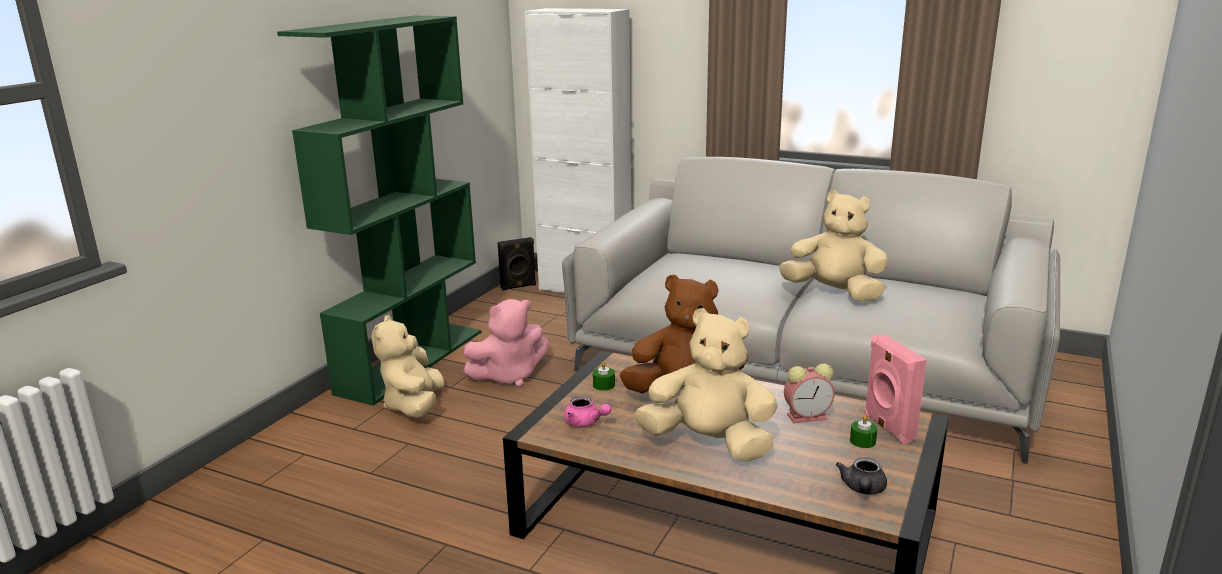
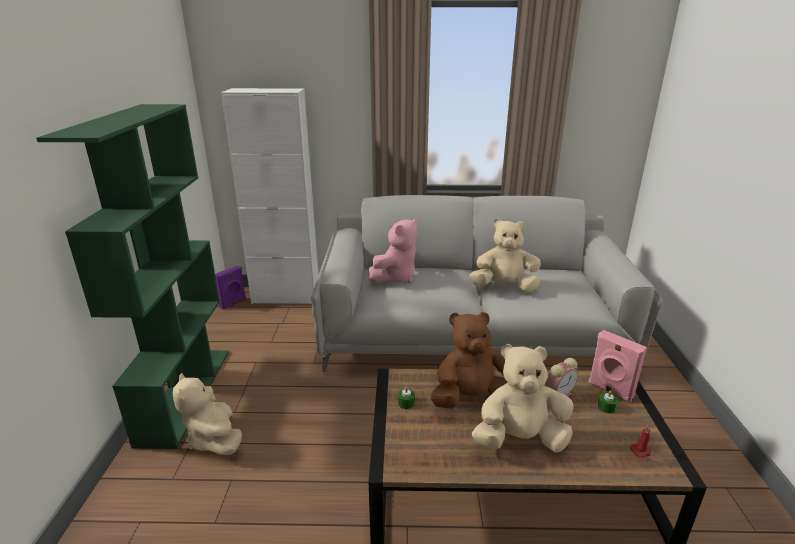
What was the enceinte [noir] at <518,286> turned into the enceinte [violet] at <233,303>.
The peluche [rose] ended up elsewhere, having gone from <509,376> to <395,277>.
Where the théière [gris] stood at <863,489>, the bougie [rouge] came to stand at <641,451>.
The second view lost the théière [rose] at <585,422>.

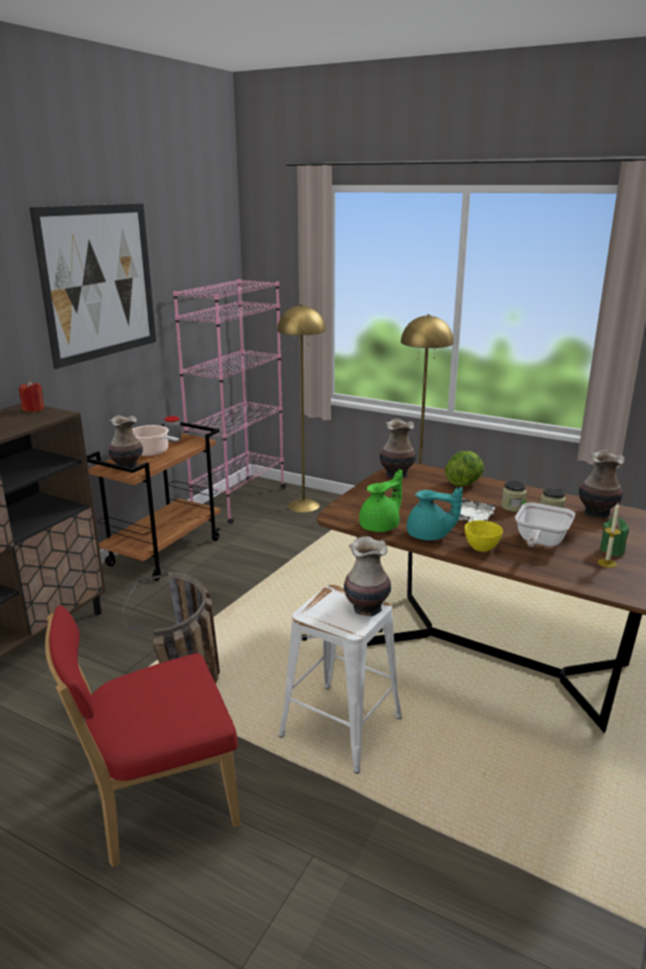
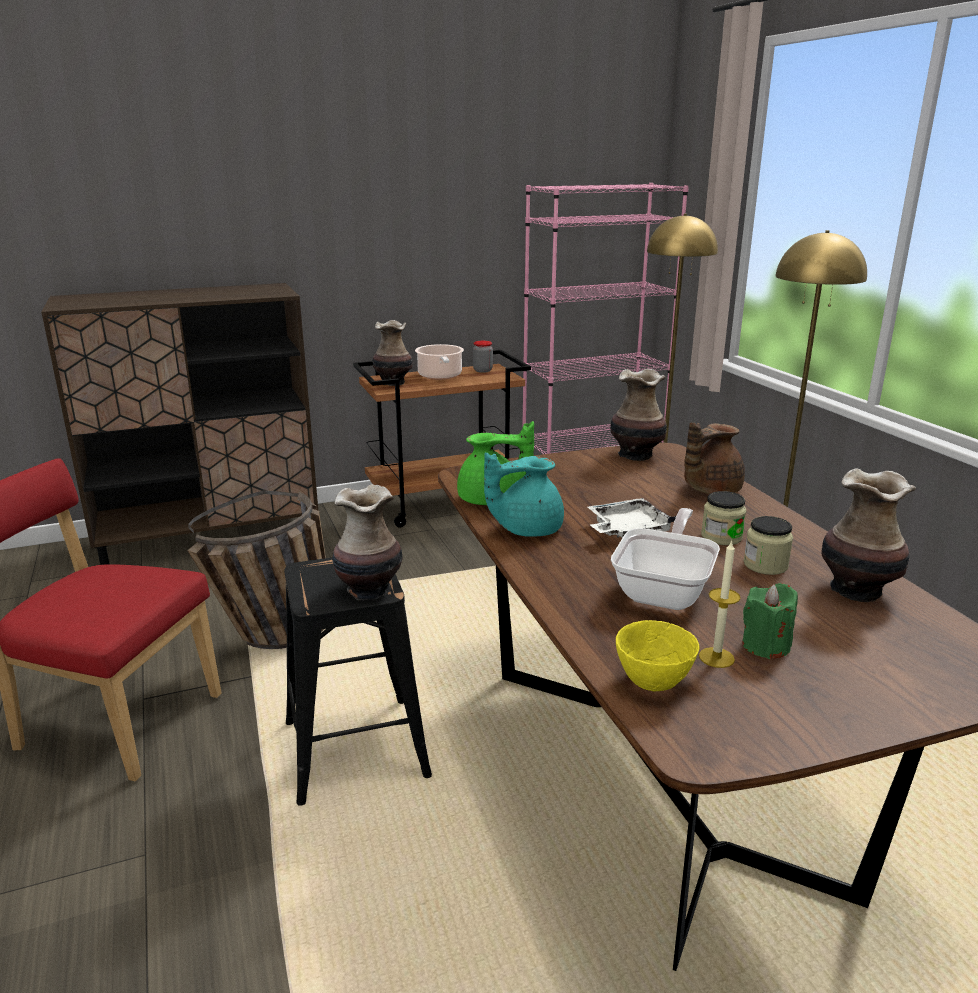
What was the tabouret [blanc] at <340,727> turned into the tabouret [noir] at <353,749>.
The théière [turquoise] at <429,536> ended up facing another way, 105 degrees clockwise from before.
The poêle at <539,542> ended up facing another way, 135 degrees clockwise from before.
The bol [jaune] ended up elsewhere, having gone from <480,548> to <651,681>.
Where the laitue stood at <464,483>, the théière [marron] came to stand at <709,490>.
The second view lost the bougie [rouge] at <33,409>.
The second view lost the tableau at <99,282>.

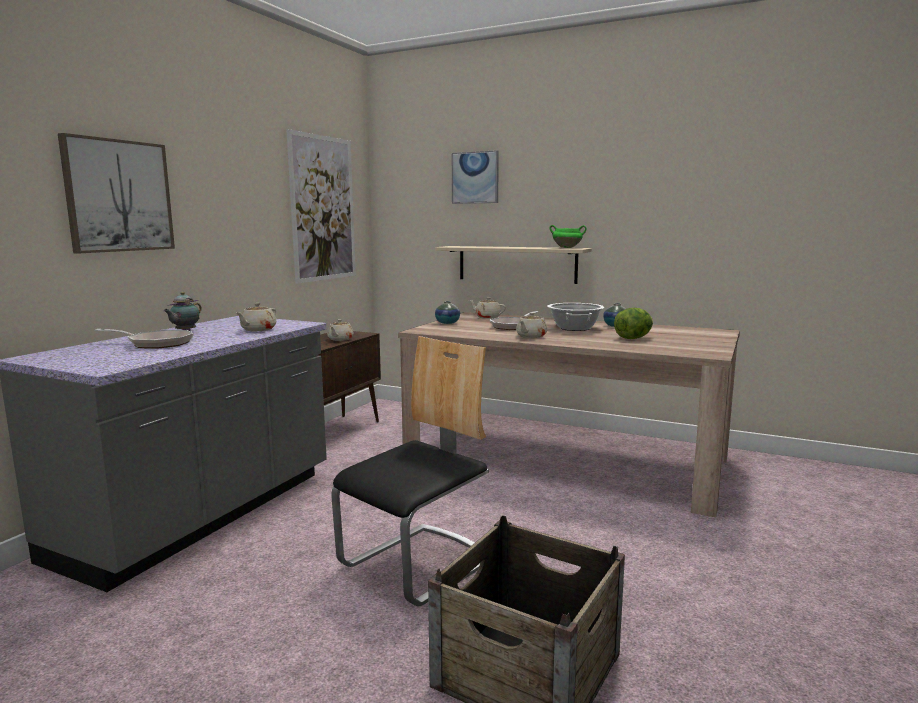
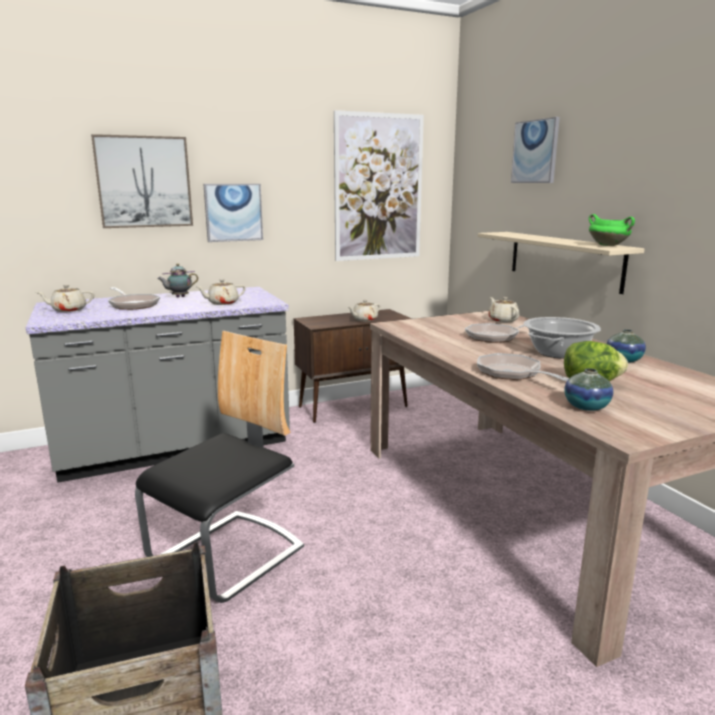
The théière [beige] ended up elsewhere, having gone from <531,336> to <68,310>.
The chaise at <418,564> ended up facing another way, 45 degrees counterclockwise from before.
The second view gained the tableau at <233,212>.
The second view gained the poêle at <512,373>.
The vase ended up elsewhere, having gone from <447,323> to <586,407>.

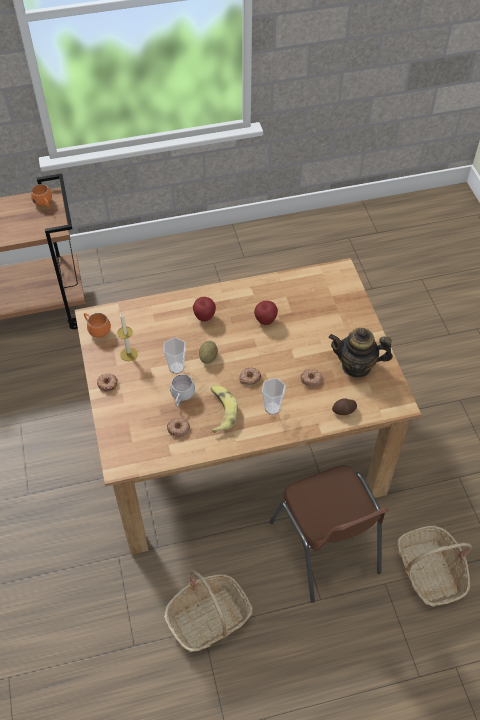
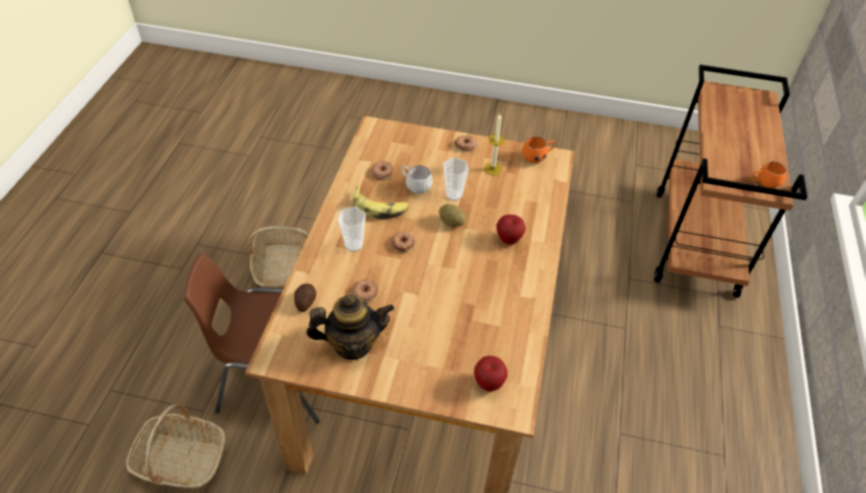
The théière at <356,366> ended up facing another way, 45 degrees clockwise from before.
The pomme ended up elsewhere, having gone from <265,321> to <488,383>.

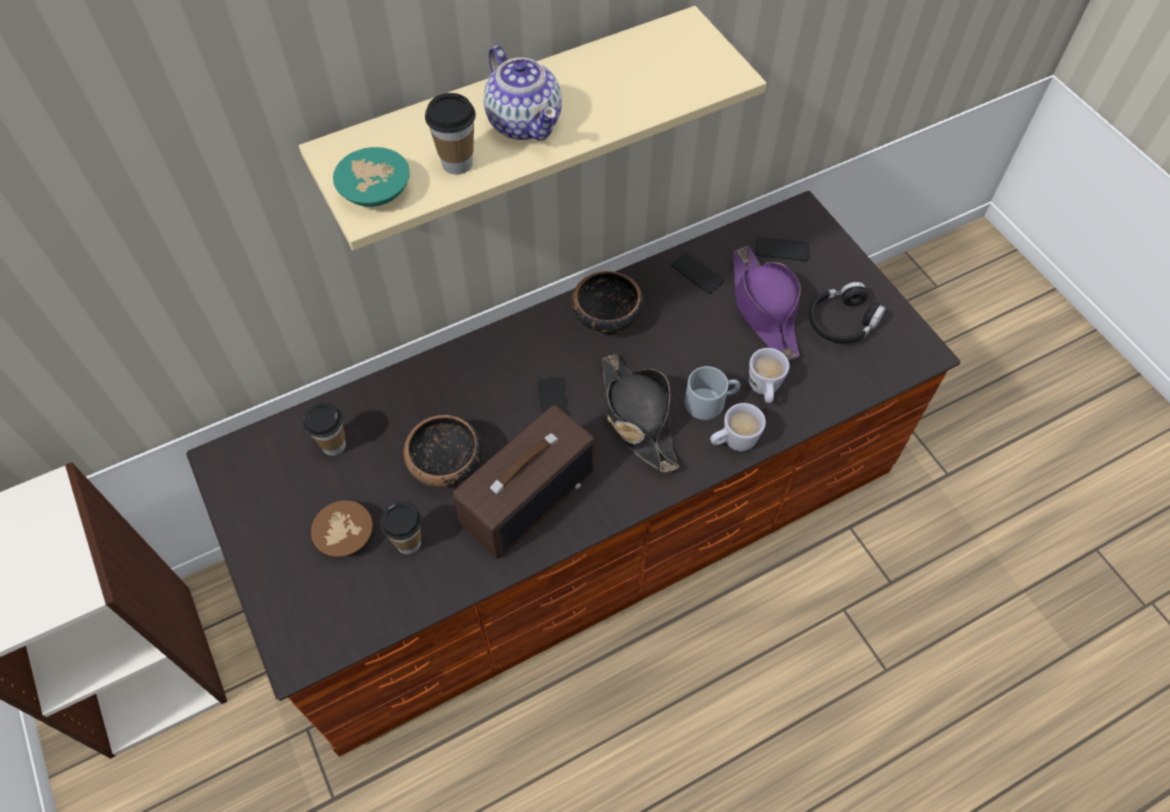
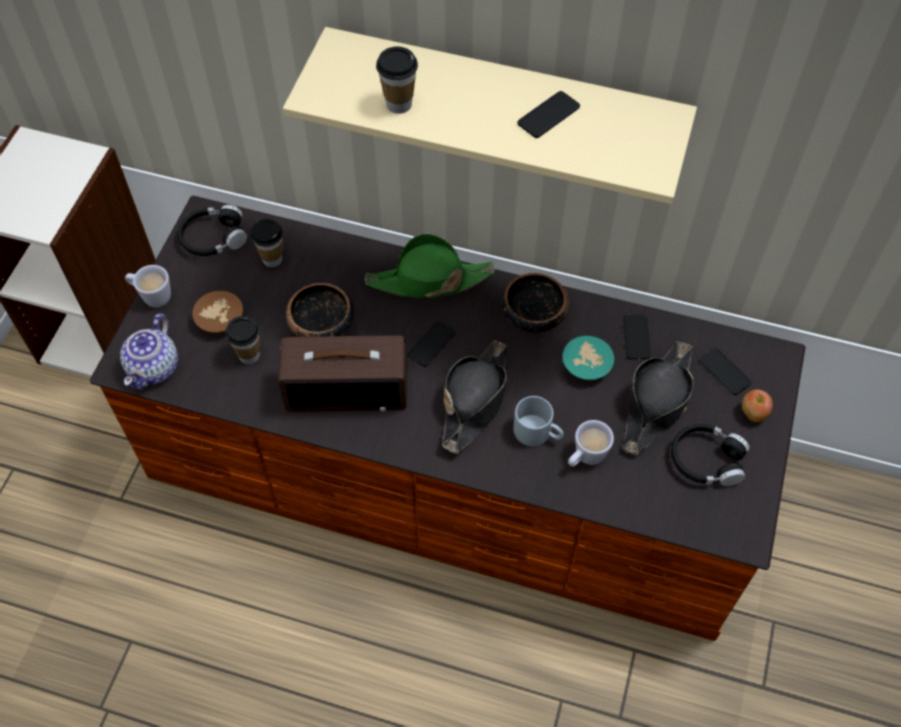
The théière ended up elsewhere, having gone from <524,122> to <154,367>.
The mug [blanc] ended up elsewhere, having gone from <733,442> to <152,296>.
The second view gained the casque audio [noir] at <213,238>.
The second view gained the chapeau [vert] at <429,280>.
The second view gained the téléphone at <548,115>.
The bol [turquoise] ended up elsewhere, having gone from <373,189> to <586,364>.
What was the chapeau [violet] at <764,309> turned into the chapeau [noir] at <656,402>.
The second view gained the pomme at <753,413>.

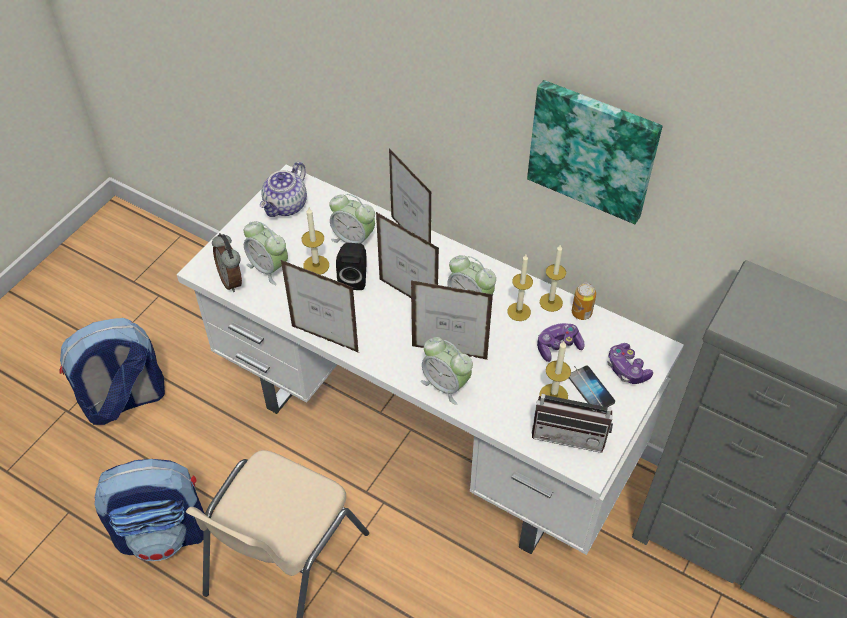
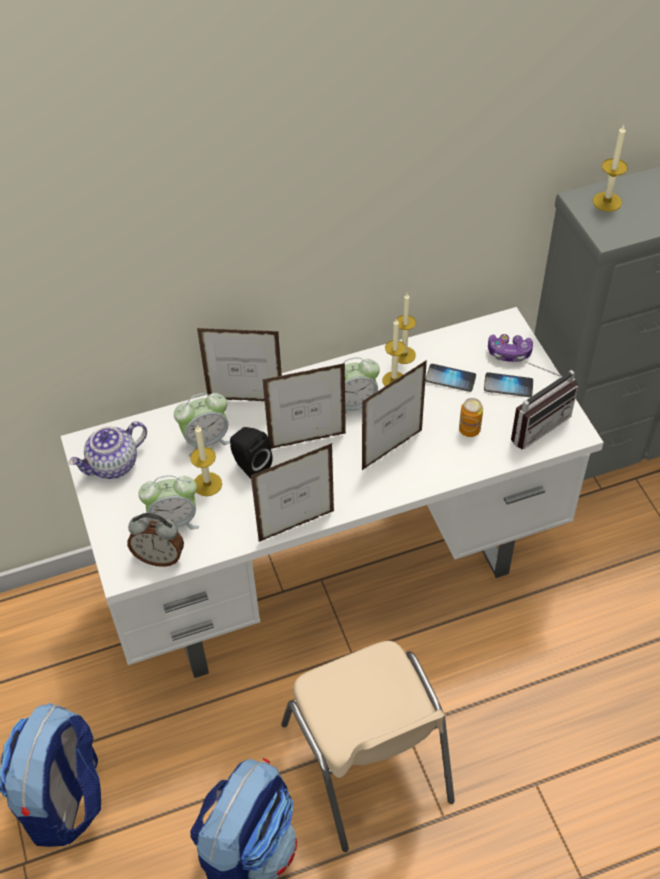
The théière at <286,206> ended up facing another way, 75 degrees clockwise from before.
Where the manette stood at <558,346>, the téléphone came to stand at <450,378>.
The boîte métallique ended up elsewhere, having gone from <581,313> to <469,430>.
The bougie ended up elsewhere, having gone from <553,395> to <607,201>.
The second view lost the réveil at <446,384>.
The second view lost the tableau at <593,149>.

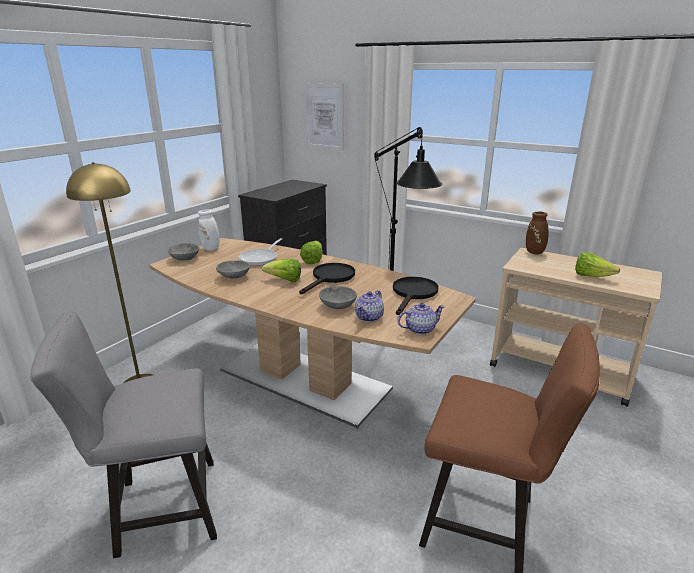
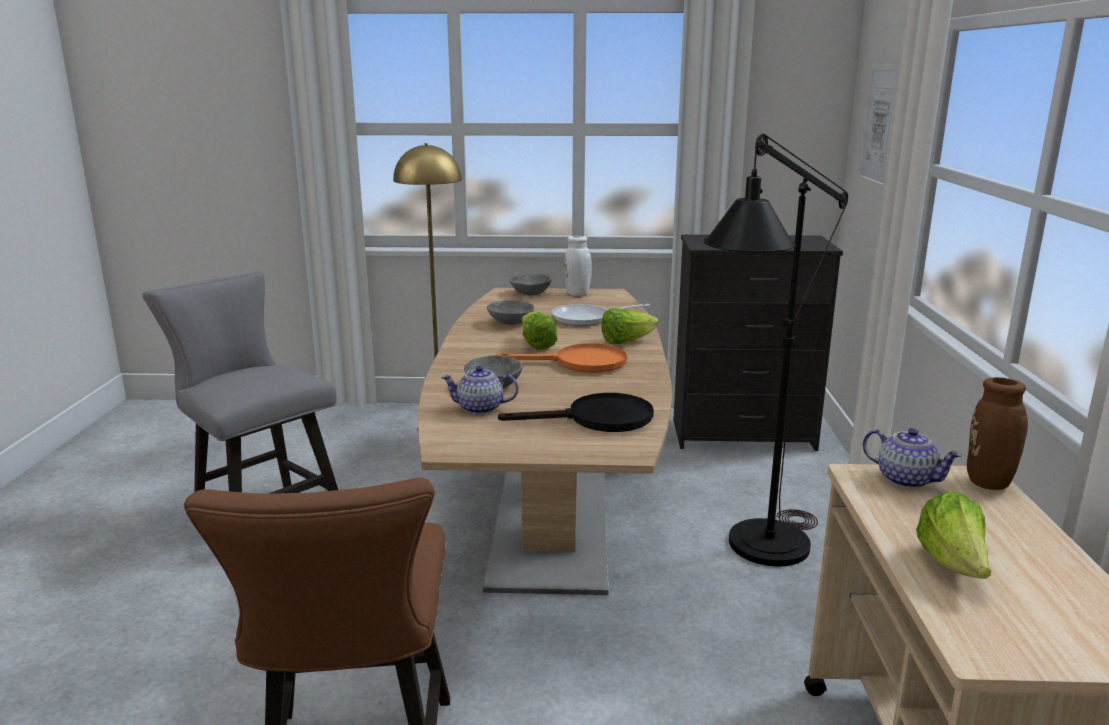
What was the poêle [noir] at <330,278> turned into the poêle [orange] at <580,363>.
The théière ended up elsewhere, having gone from <419,329> to <905,479>.

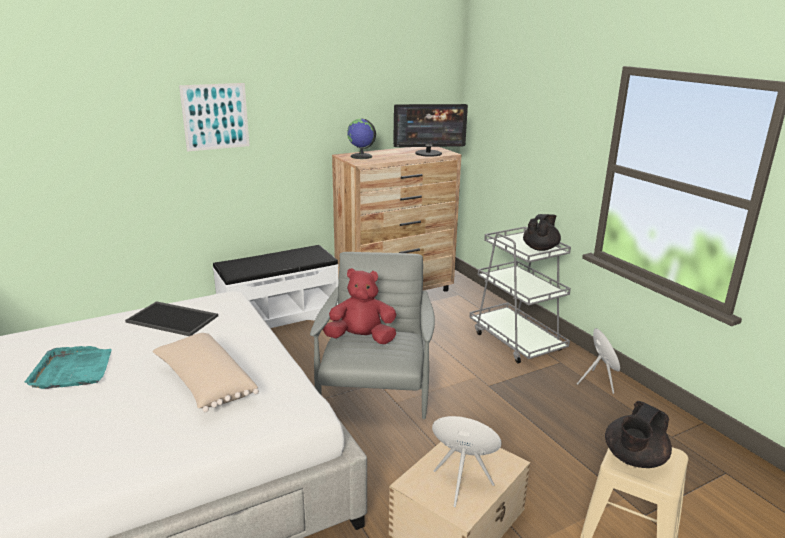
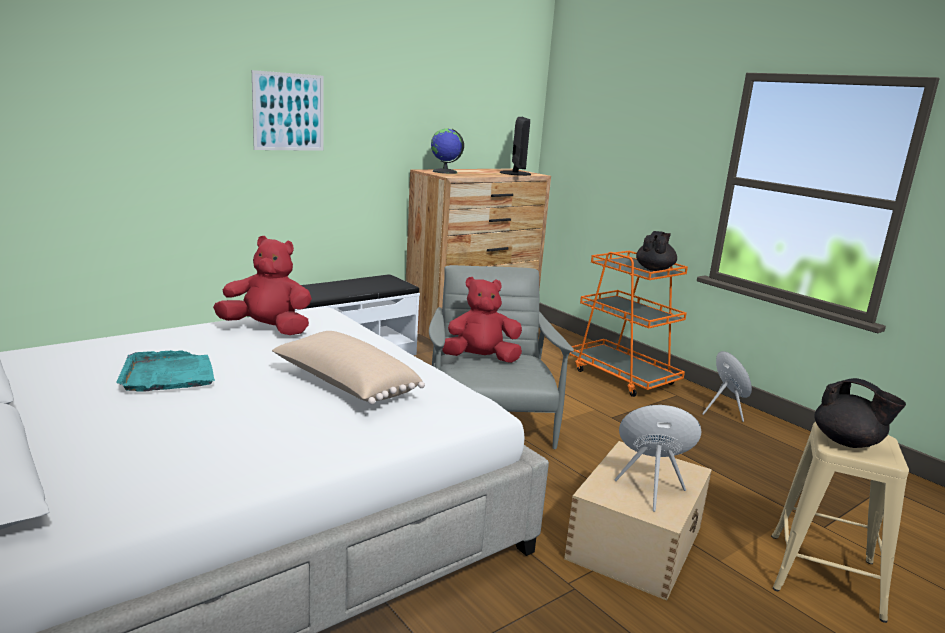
Where the plateau stood at <174,318>, the peluche [rouge] came to stand at <268,329>.
The écran d'ordinateur at <428,153> ended up facing another way, 75 degrees counterclockwise from before.
What was the chariot [gris] at <516,341> turned into the chariot [orange] at <622,376>.
The théière [noir] at <633,459> ended up facing another way, 75 degrees counterclockwise from before.

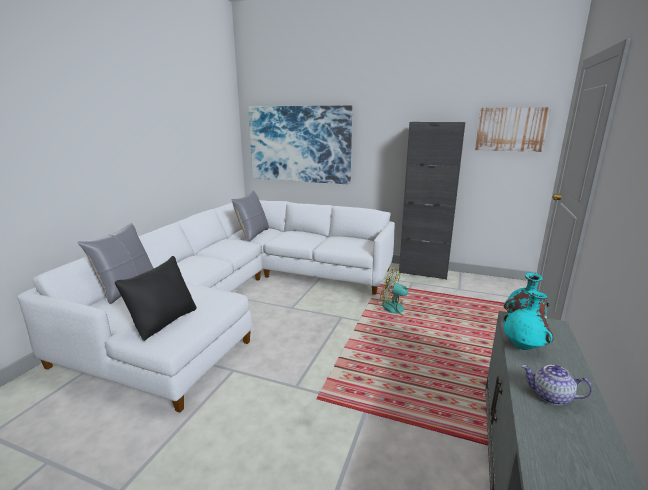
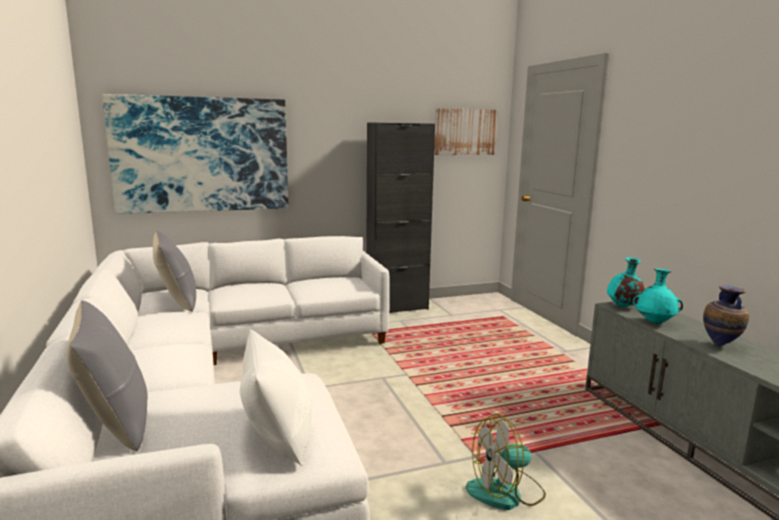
What was the coussin [noir] at <164,322> turned into the coussin [blanc] at <278,436>.
The ventilateur ended up elsewhere, having gone from <398,309> to <506,492>.
Where the théière stood at <551,396>, the vase came to stand at <721,345>.

